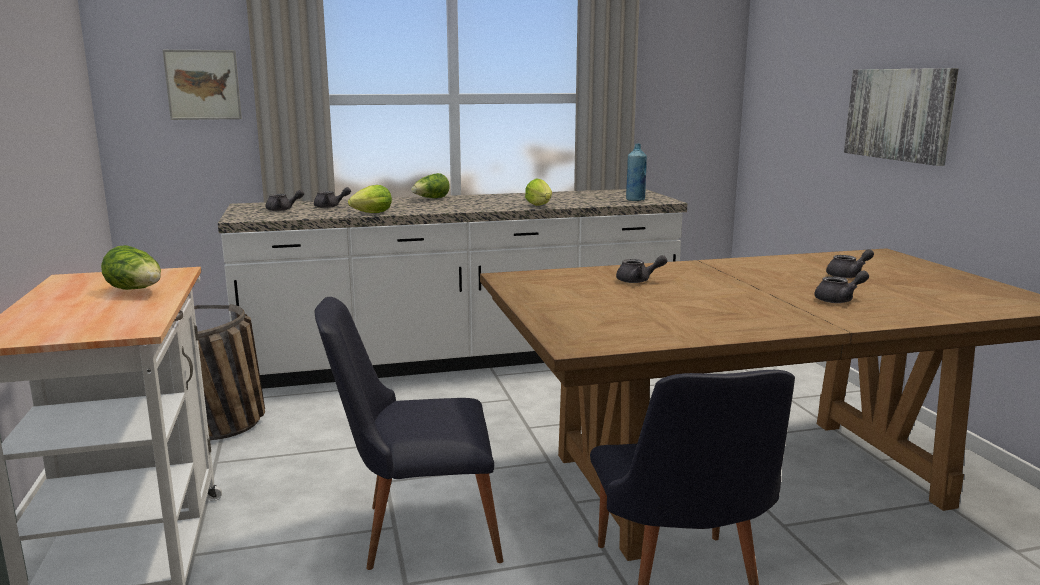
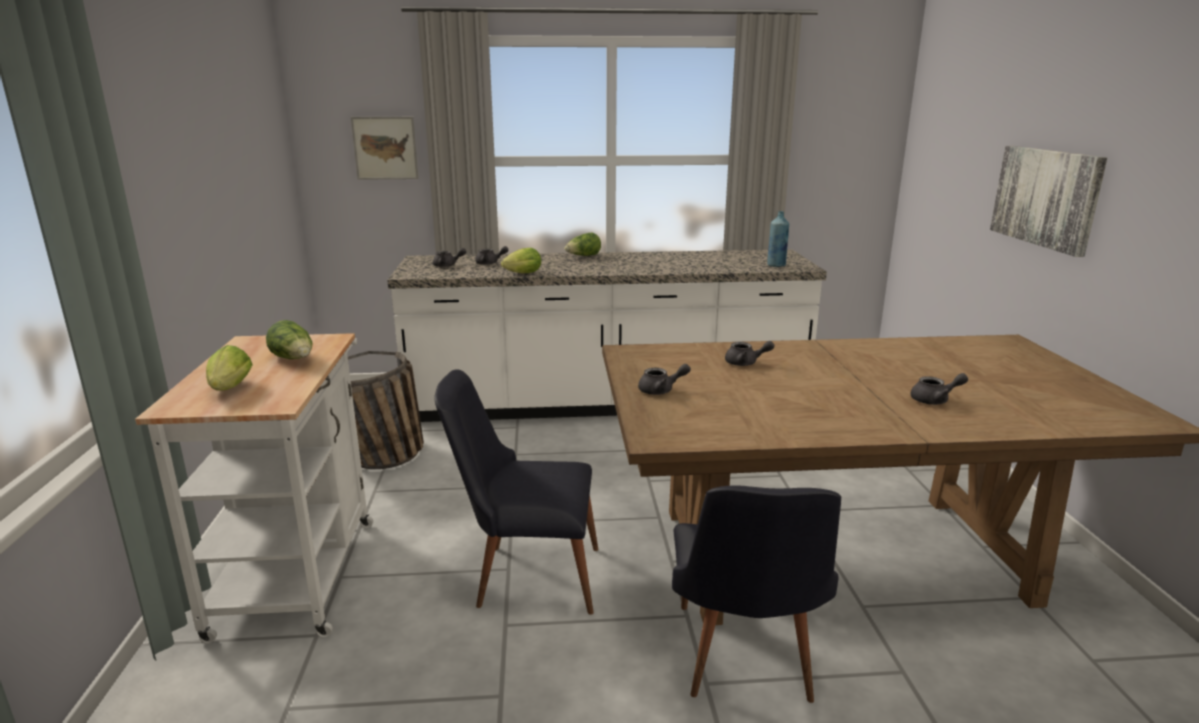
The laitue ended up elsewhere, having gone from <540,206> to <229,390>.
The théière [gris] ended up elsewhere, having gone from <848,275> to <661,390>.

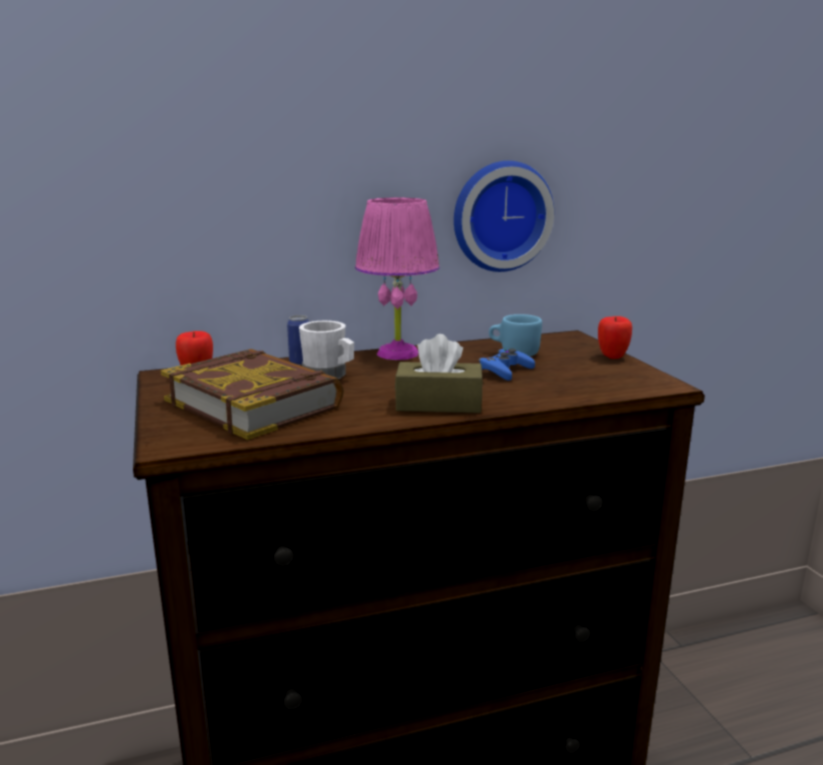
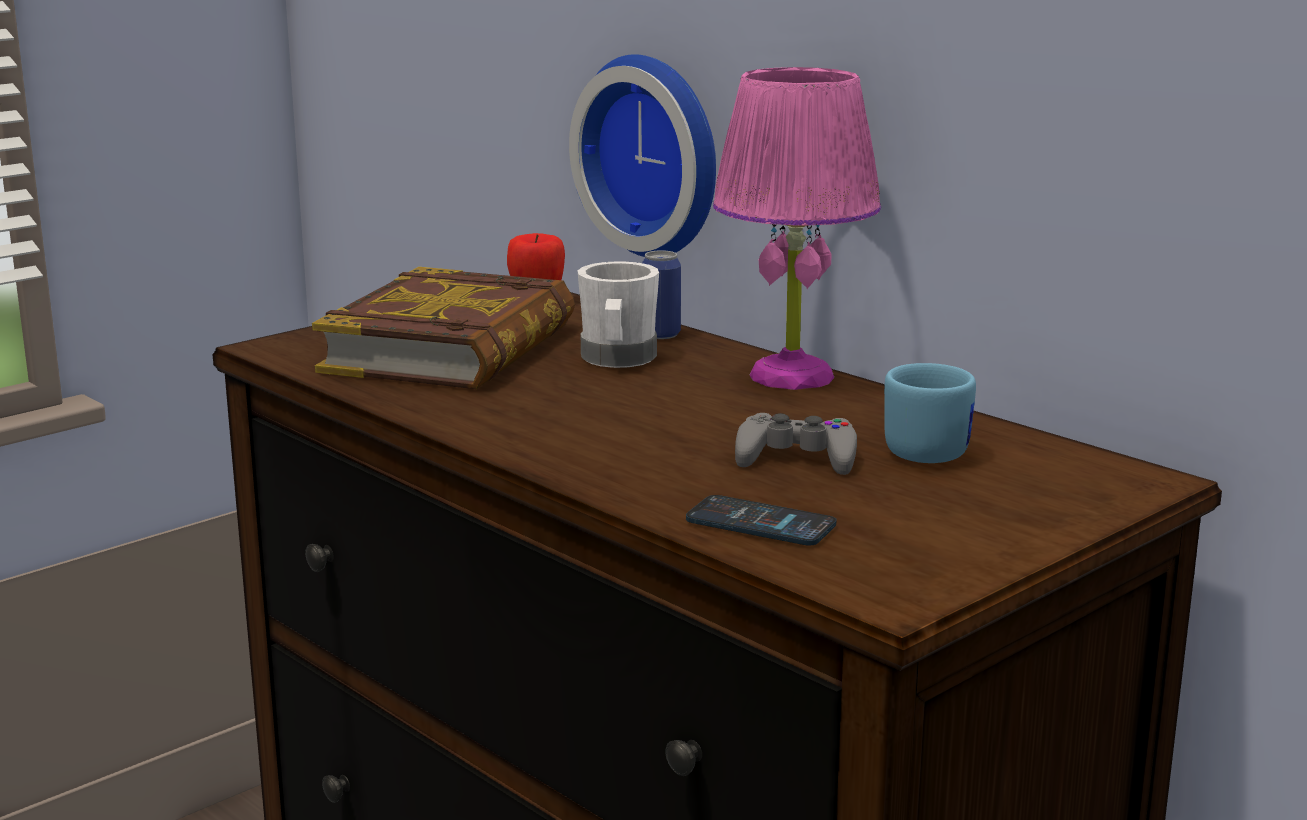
The horloge murale ended up elsewhere, having gone from <500,216> to <656,155>.
The second view gained the téléphone at <760,523>.
What was the manette [bleu] at <505,370> turned into the manette [gris] at <796,457>.
The second view lost the boîte à mouchoirs [marron] at <439,404>.
The second view lost the pomme at <612,356>.

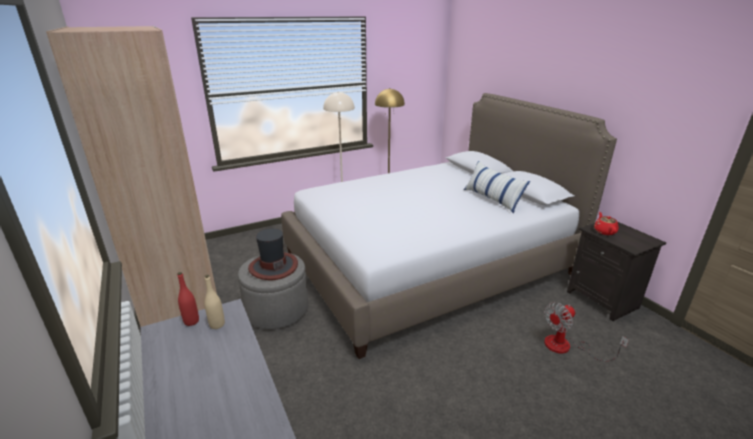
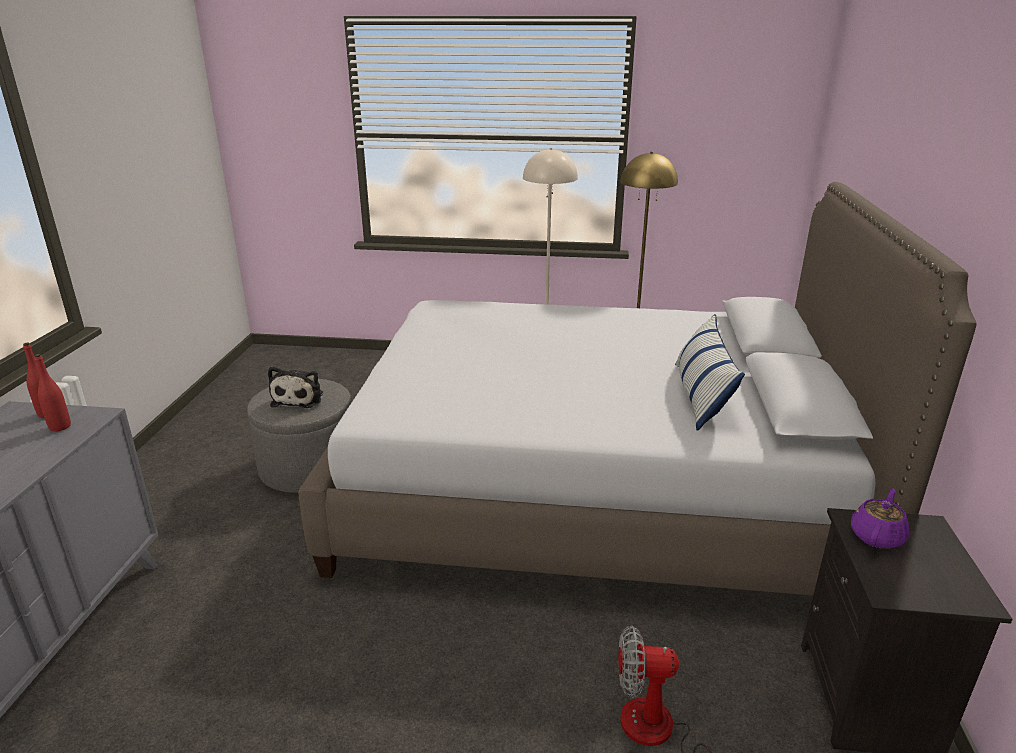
What was the bouteille [beige] at <217,324> turned into the bouteille [rouge] at <60,427>.
Where the chapeau stood at <273,266>, the peluche came to stand at <299,398>.
What was the théière [rouge] at <604,231> turned into the théière [violet] at <877,536>.
The second view lost the armoire [beige] at <177,288>.

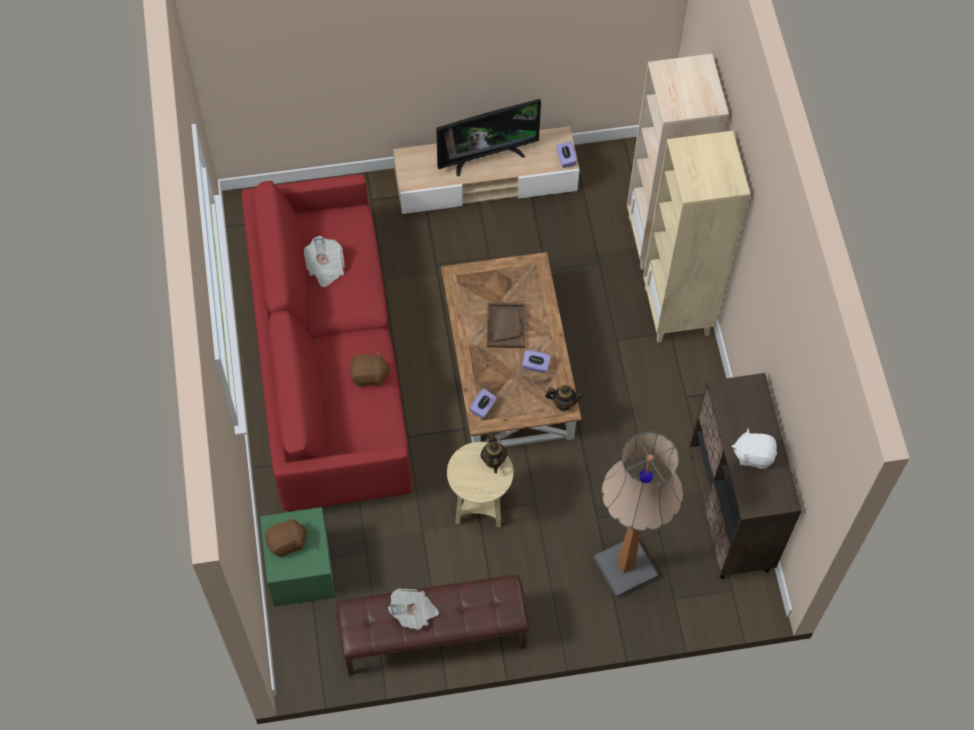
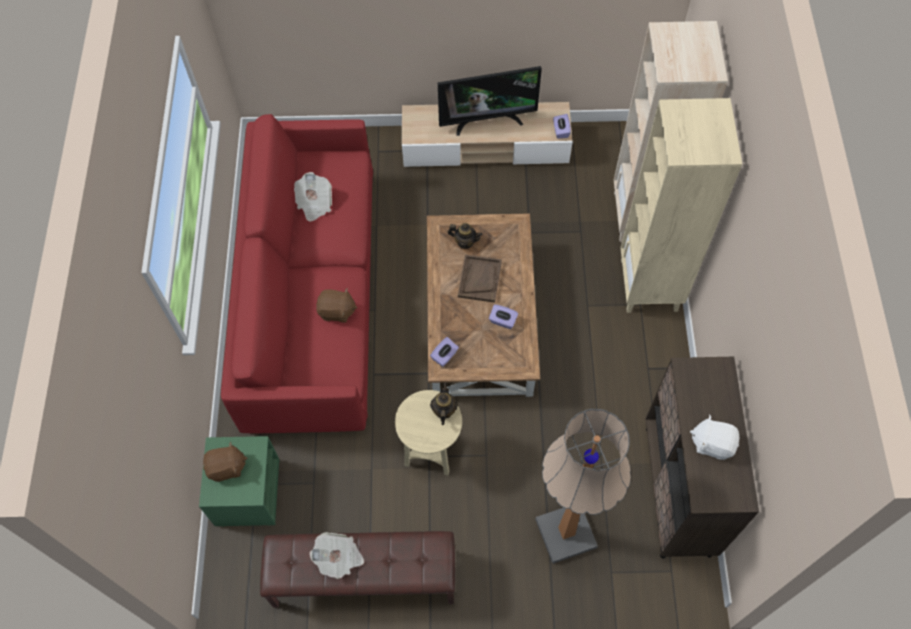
The théière ended up elsewhere, having gone from <563,403> to <465,242>.

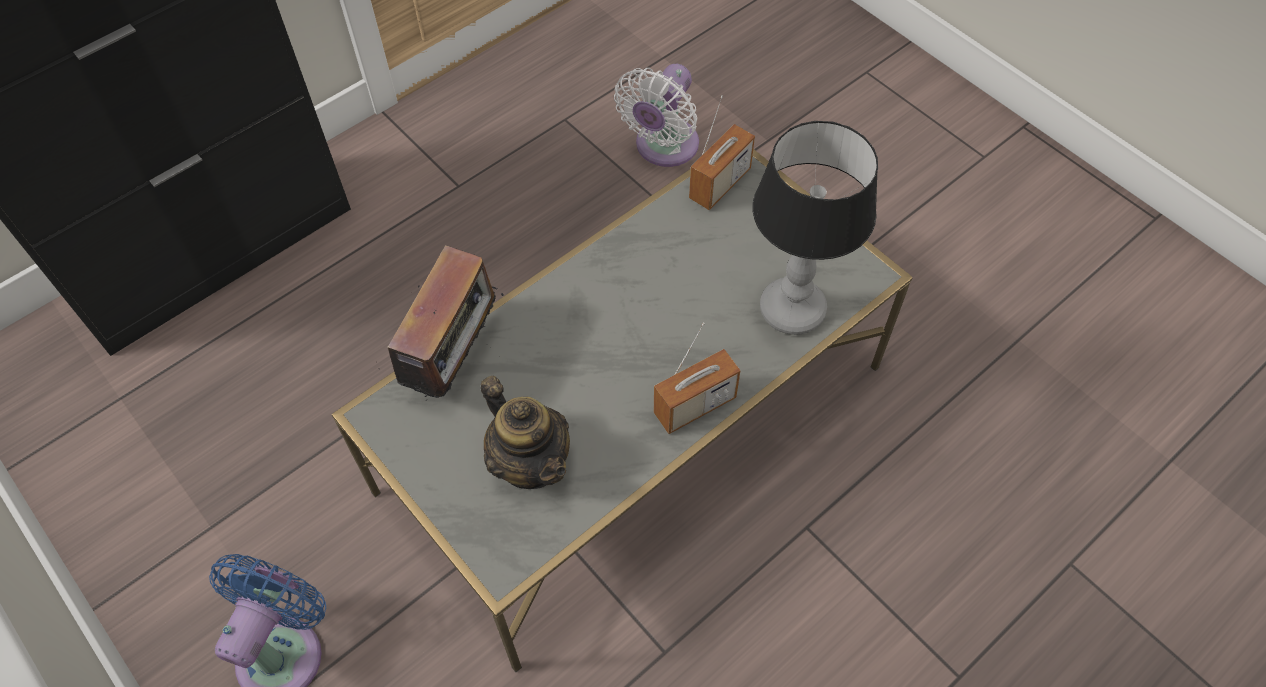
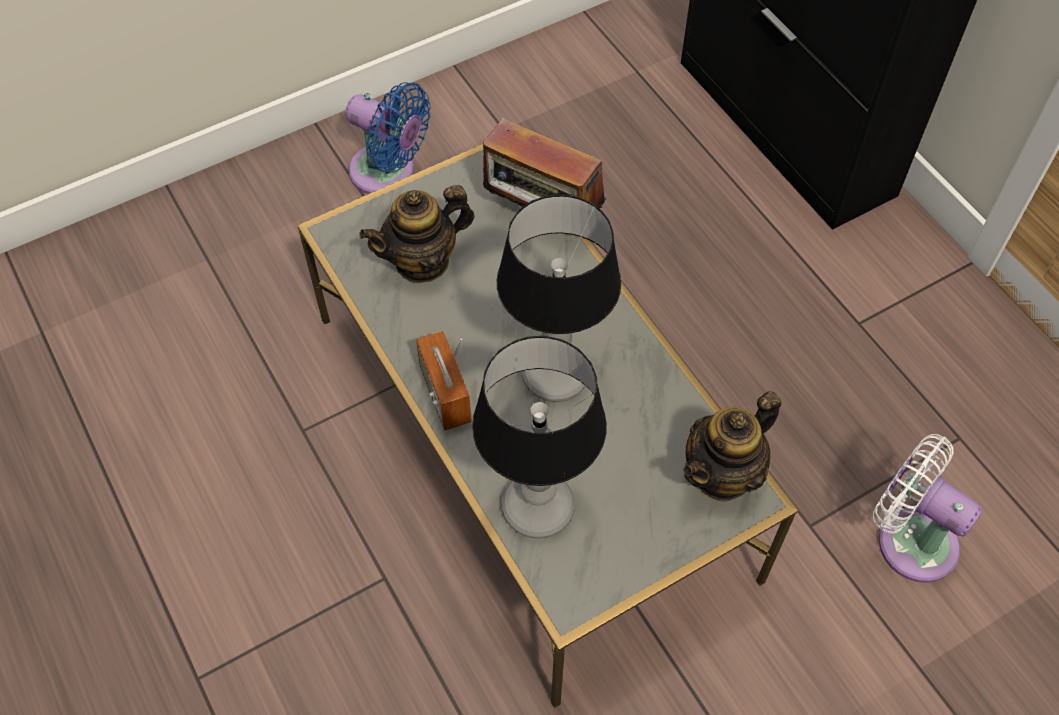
The second view gained the lampe de table at <555,374>.
Where the radio stood at <720,184>, the théière came to stand at <723,474>.

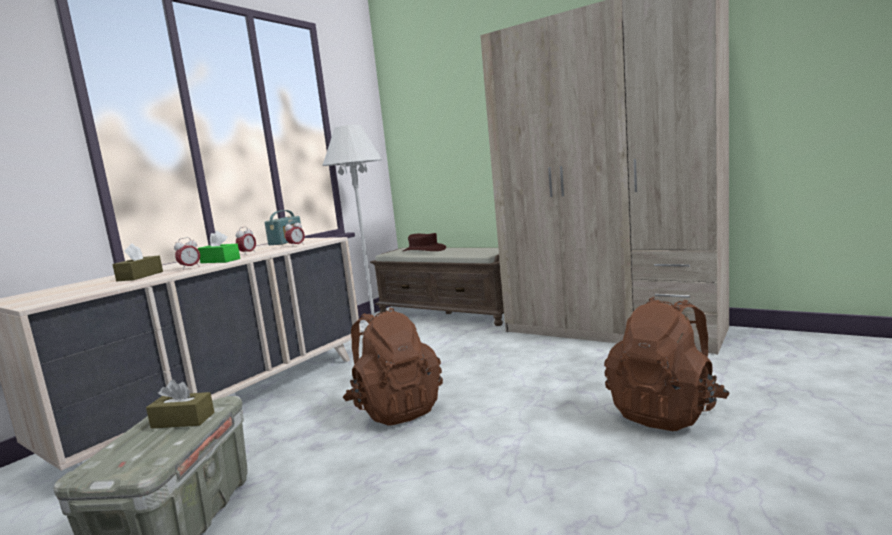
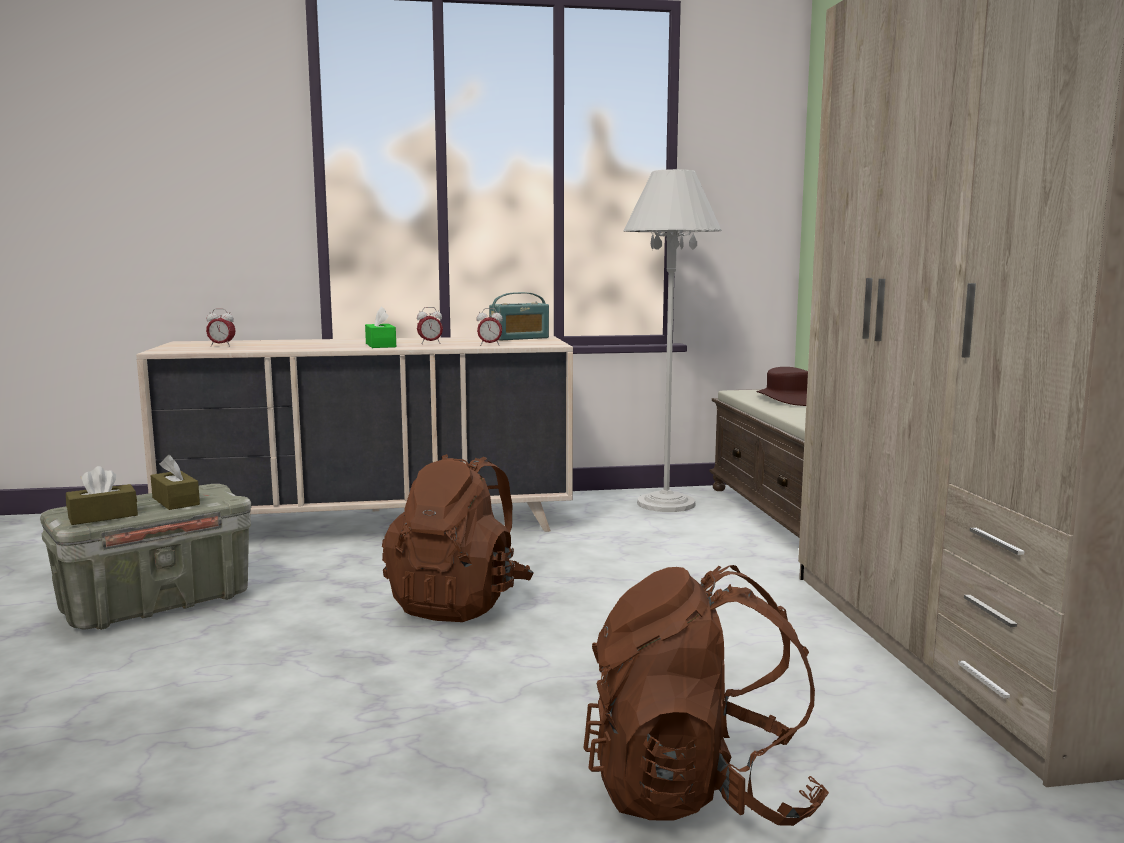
The boîte à mouchoirs [marron] ended up elsewhere, having gone from <140,276> to <103,516>.
The réveil ended up elsewhere, having gone from <190,268> to <221,346>.

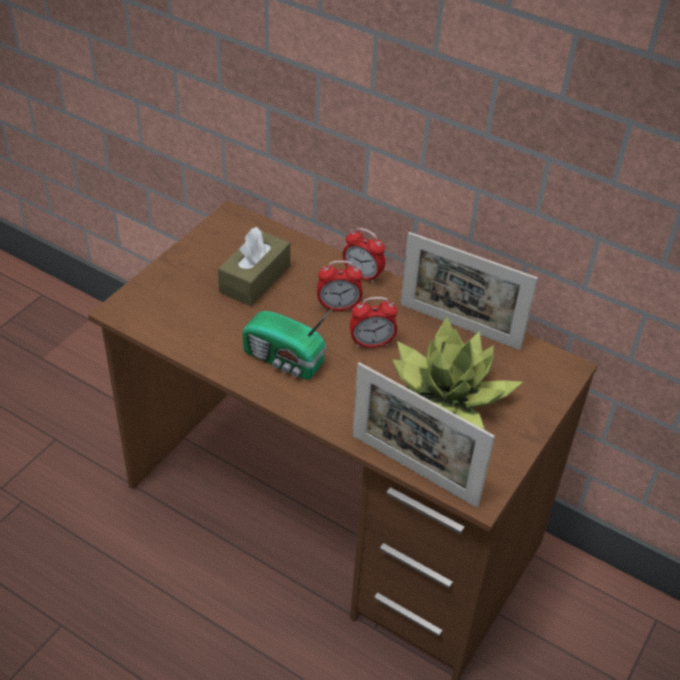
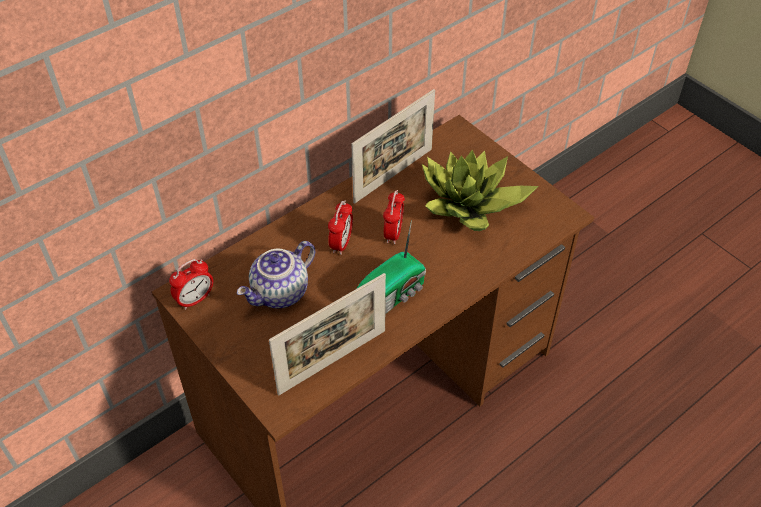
The réveil ended up elsewhere, having gone from <362,275> to <195,299>.
Where the boîte à mouchoirs [marron] stood at <255,279>, the théière came to stand at <280,294>.
The cadre photo ended up elsewhere, having gone from <413,470> to <332,361>.

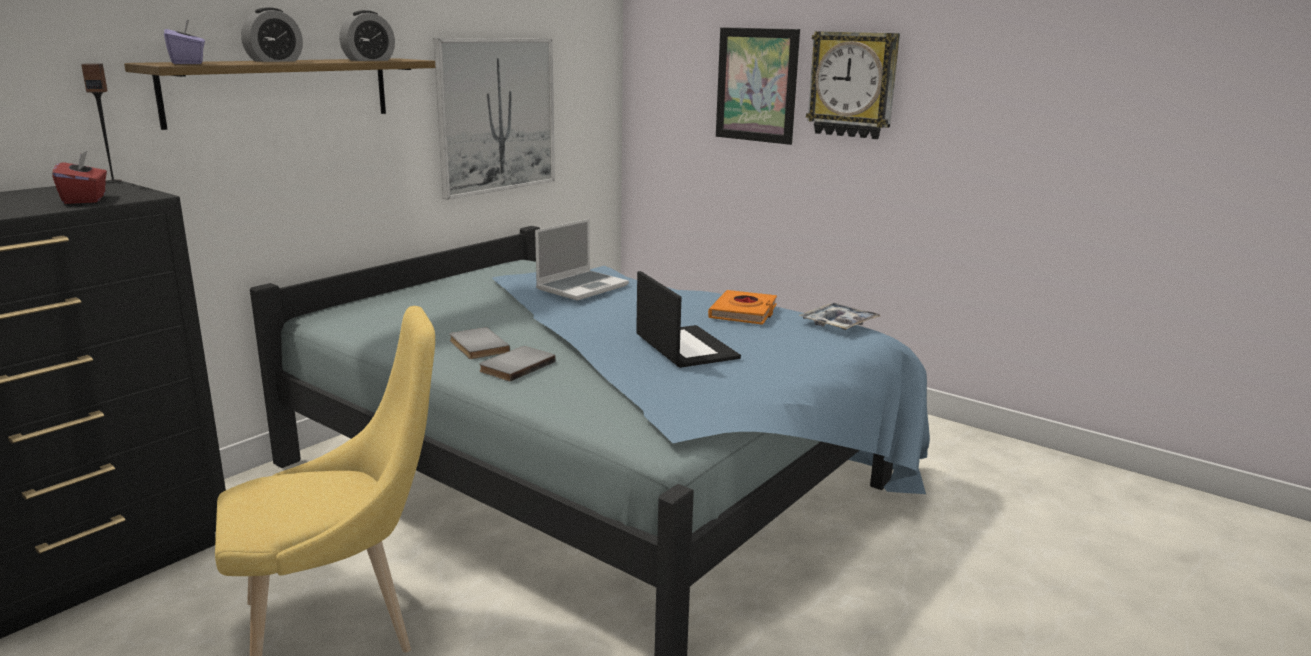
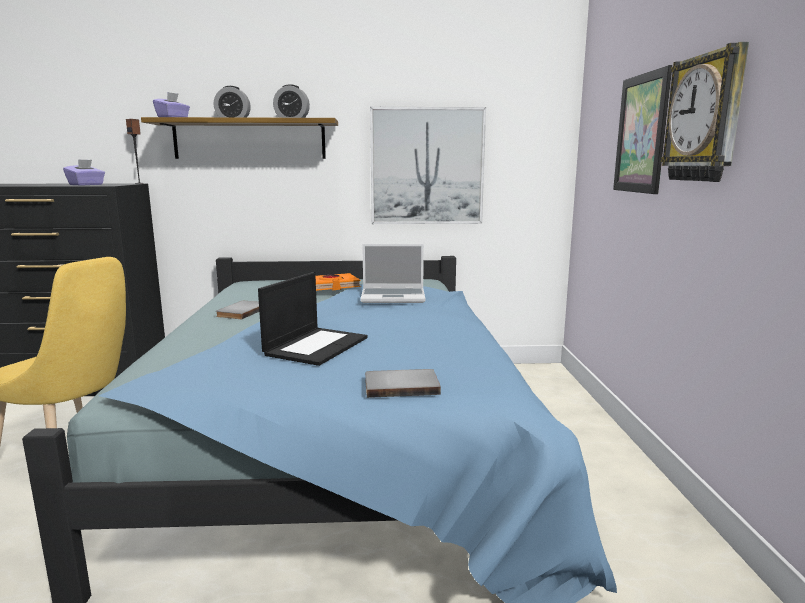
What was the boîte à mouchoirs [rouge] at <85,199> turned into the boîte à mouchoirs [violet] at <86,185>.
The livre [orange] ended up elsewhere, having gone from <743,313> to <331,286>.
The livre [gris] ended up elsewhere, having gone from <515,366> to <401,385>.
The second view lost the plateau at <839,324>.

